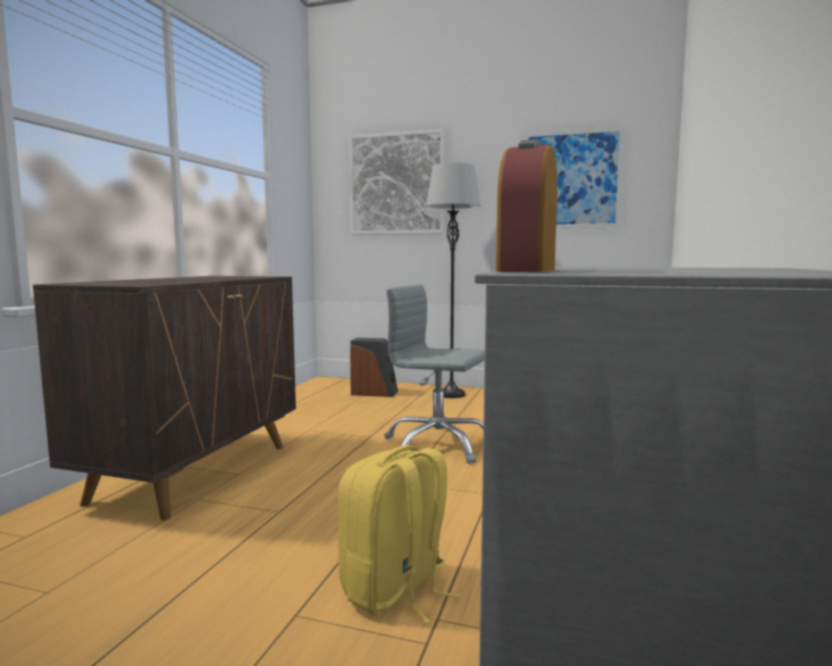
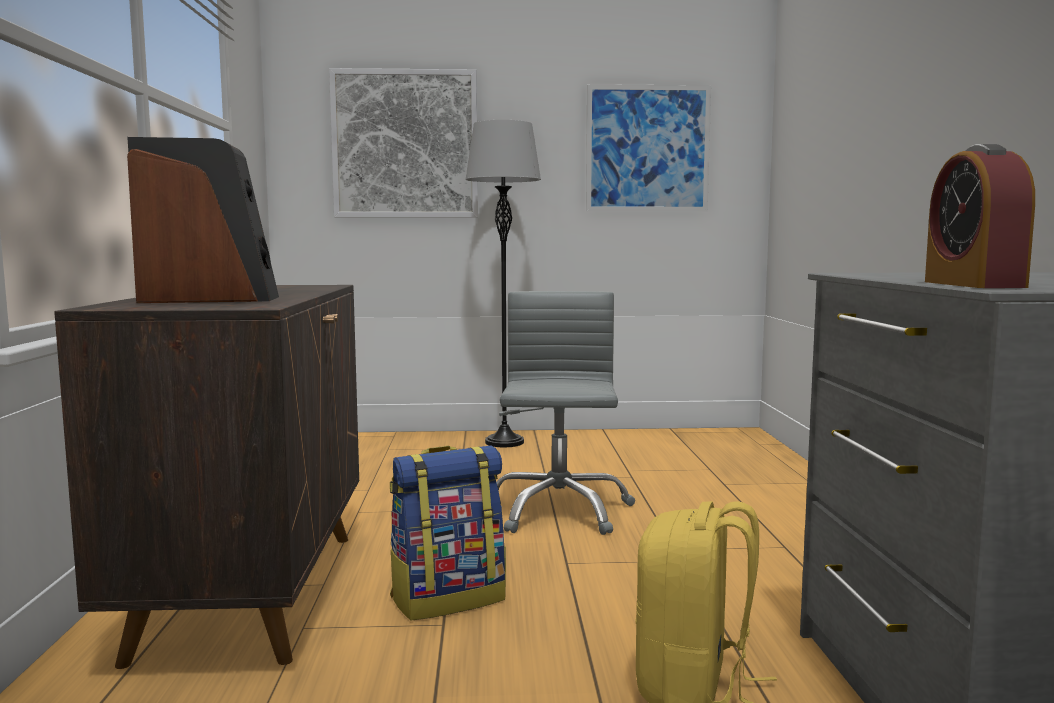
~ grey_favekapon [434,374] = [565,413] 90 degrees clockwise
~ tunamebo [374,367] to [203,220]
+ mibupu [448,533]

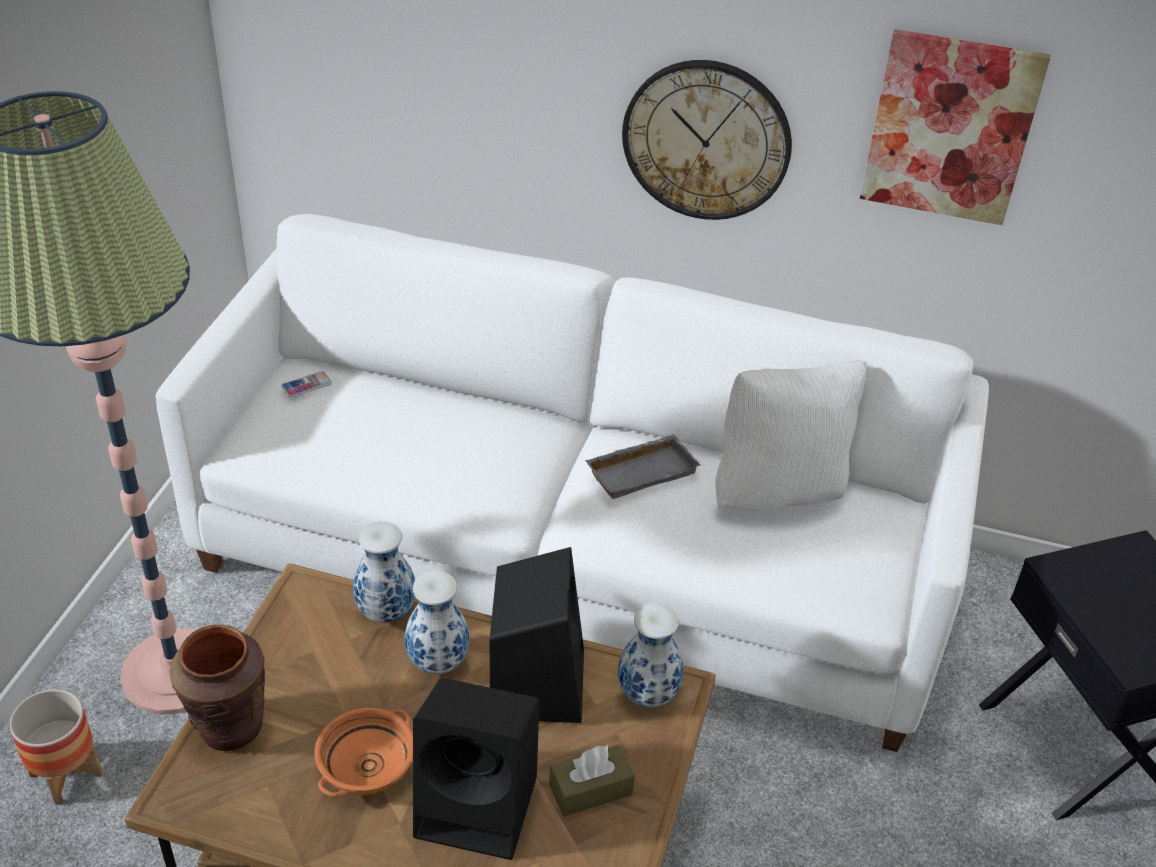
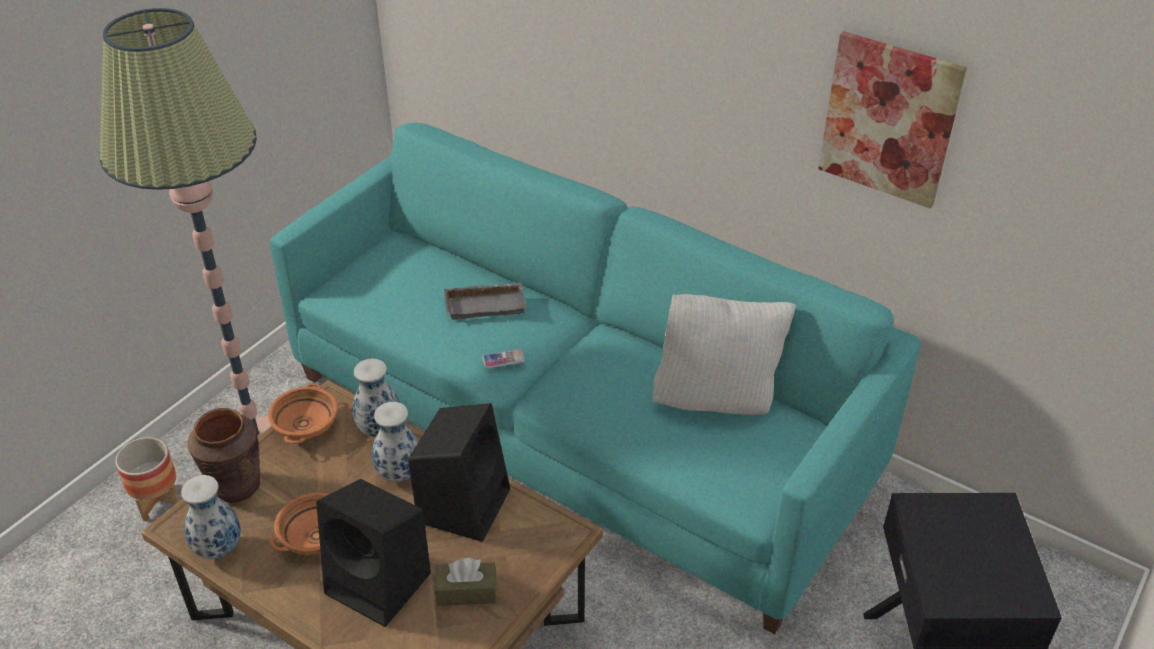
- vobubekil [707,140]
~ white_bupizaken [572,483] to turquoise_bupizaken [595,378]
~ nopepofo [306,384] to [503,358]
~ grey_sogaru [642,466] to [485,301]
~ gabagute [651,655] to [211,517]
+ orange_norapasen [302,414]

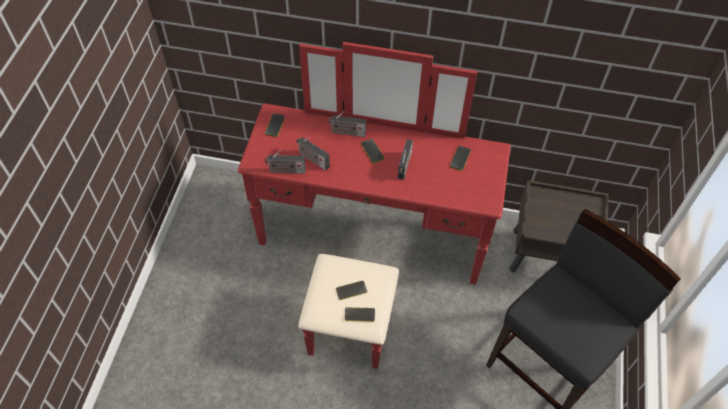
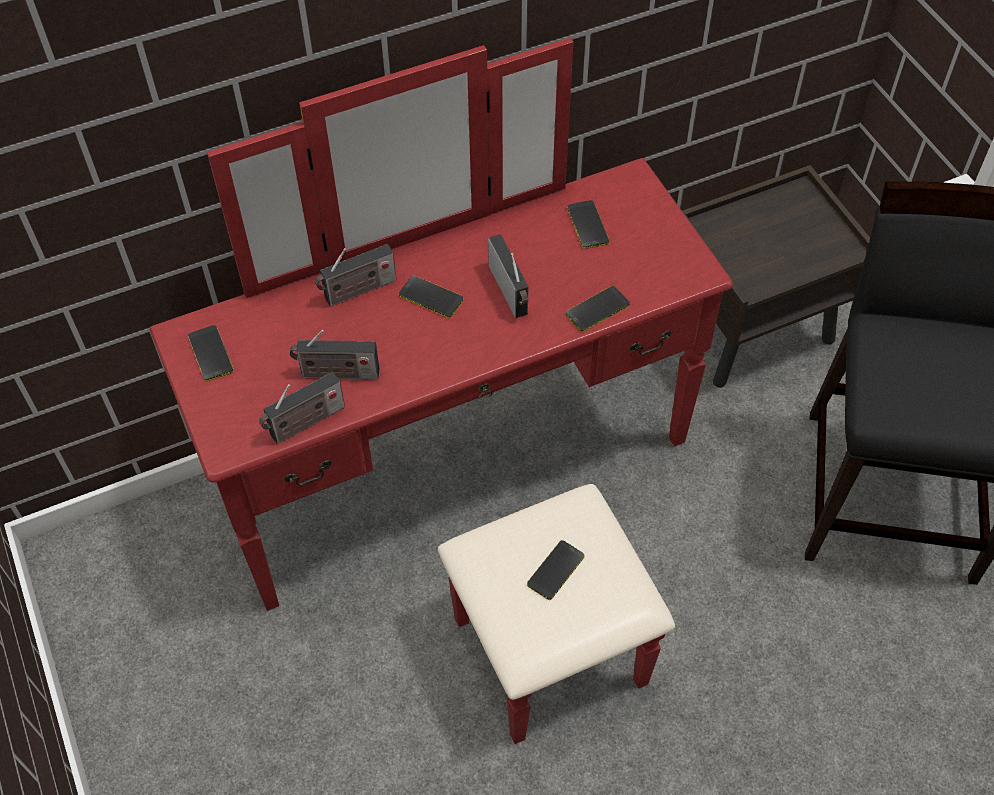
~ nopepofo [360,314] to [598,309]

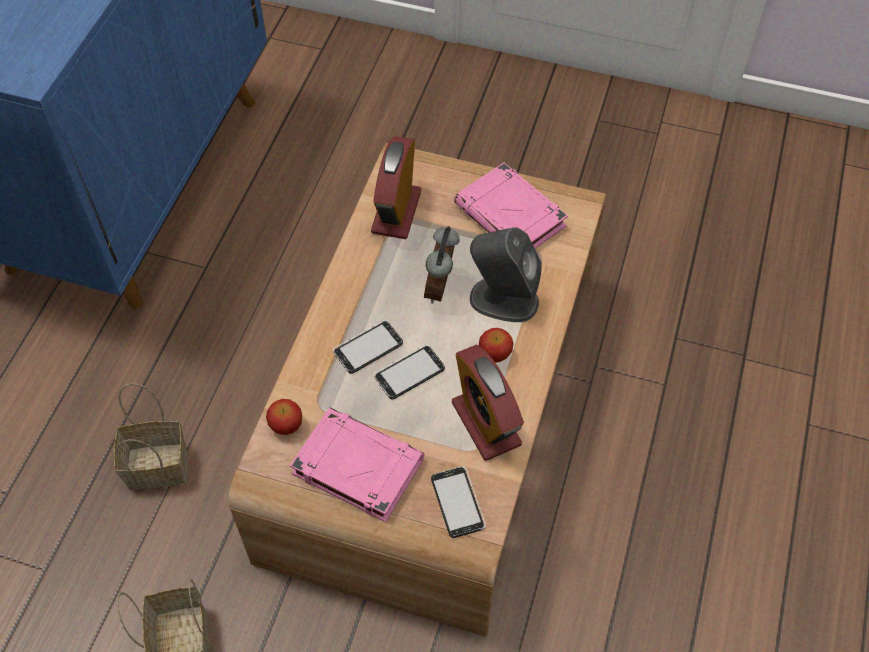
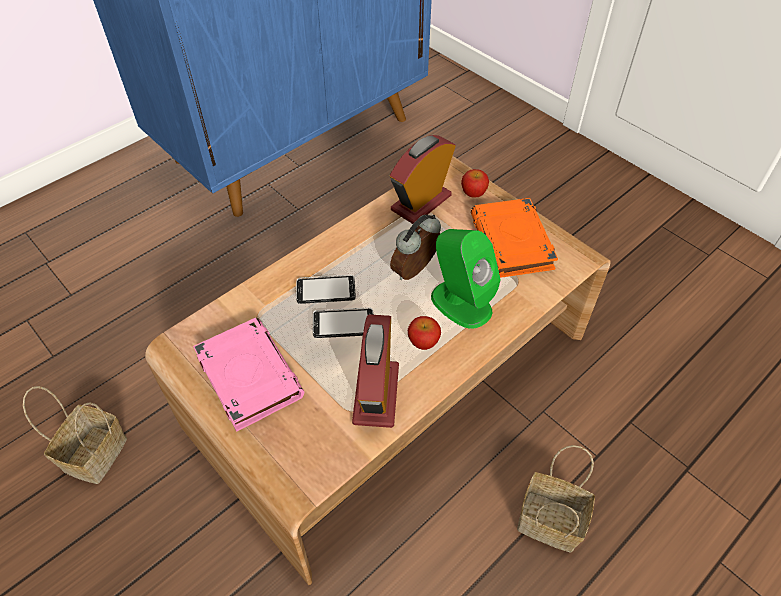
~ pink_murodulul [511,205] to orange_murodulul [514,238]
~ grey_tunamebo [506,274] to green_tunamebo [466,279]
~ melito [151,436] to [556,499]
~ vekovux [284,417] to [475,183]
- nopepofo [458,502]

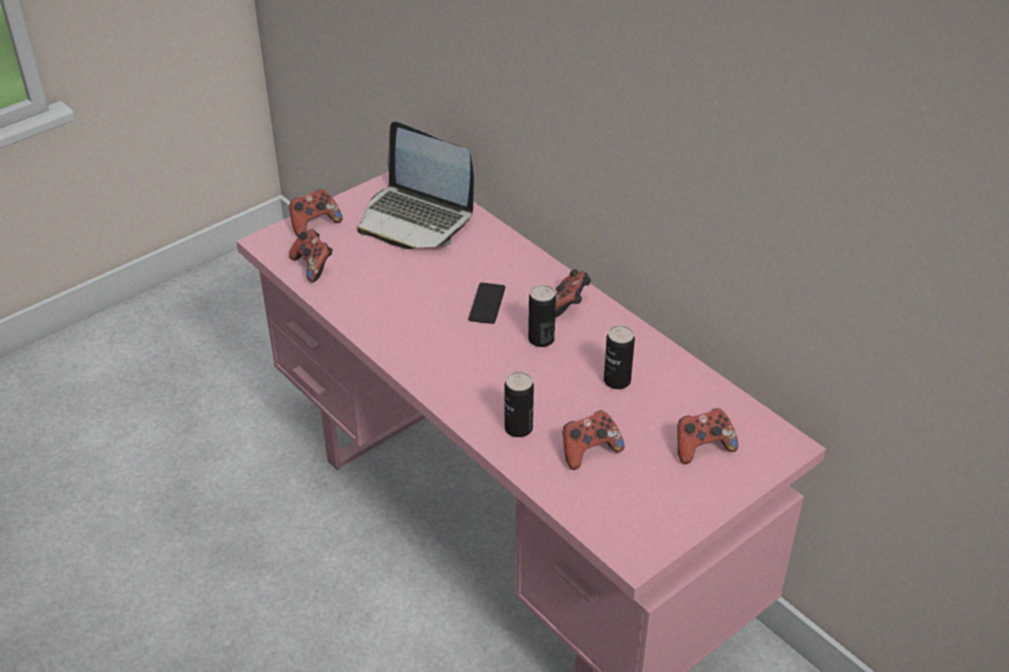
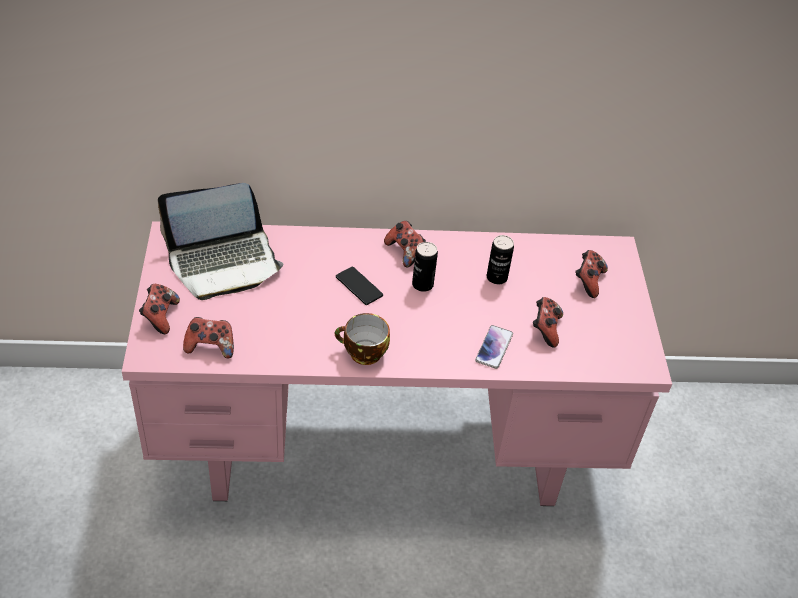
~ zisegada [519,404] to nopepofo [494,347]
+ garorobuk [362,339]

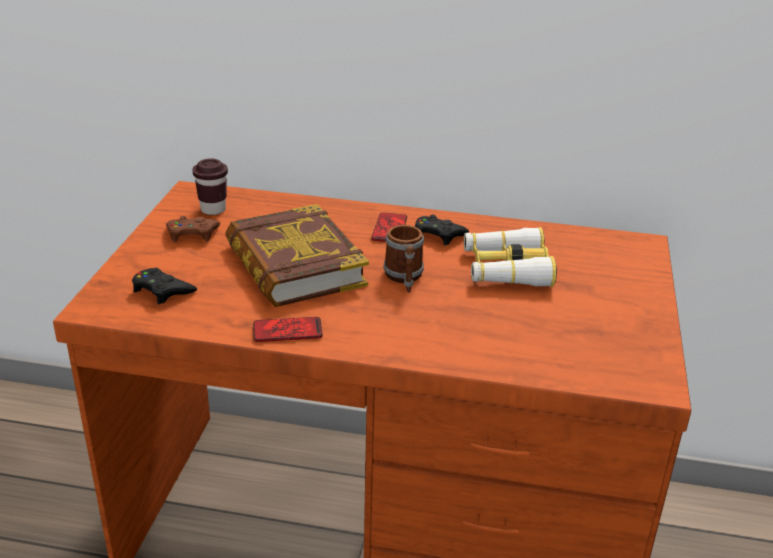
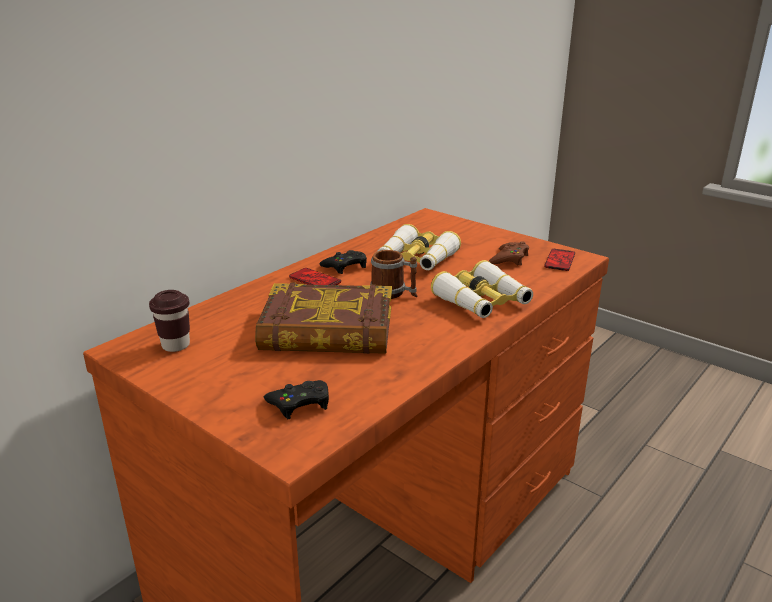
~ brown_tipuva [193,229] to [509,253]
~ nopepofo [288,329] to [559,260]
+ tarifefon [482,289]

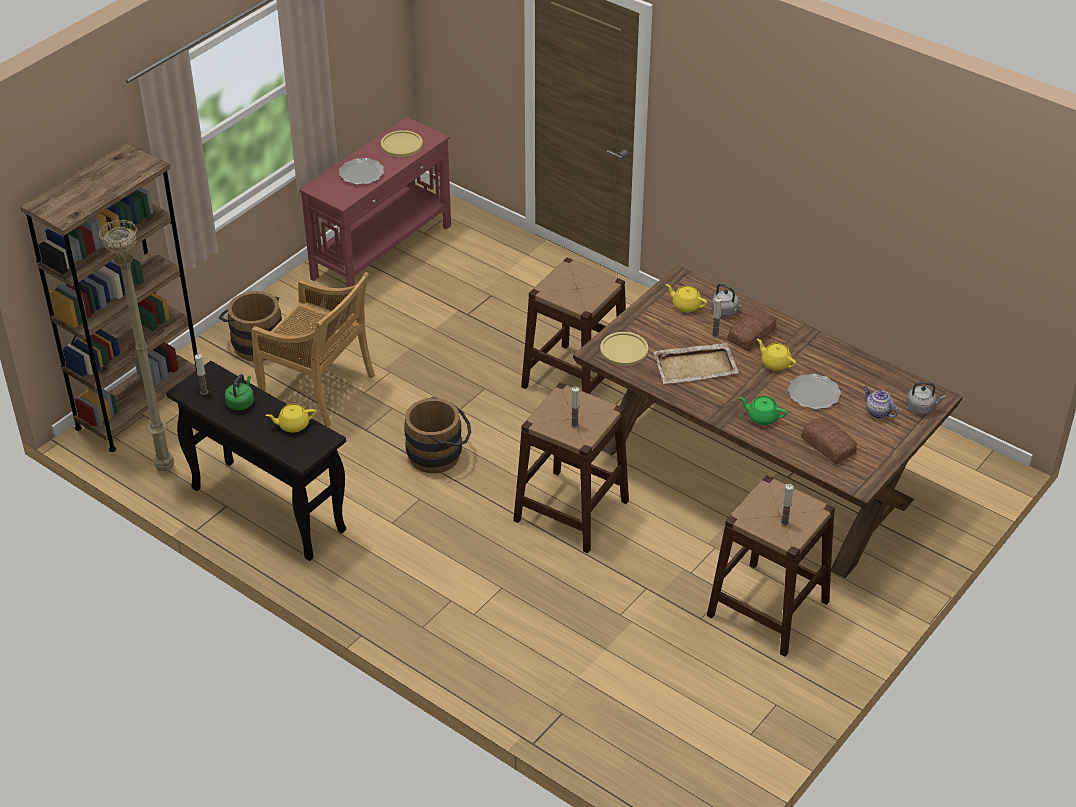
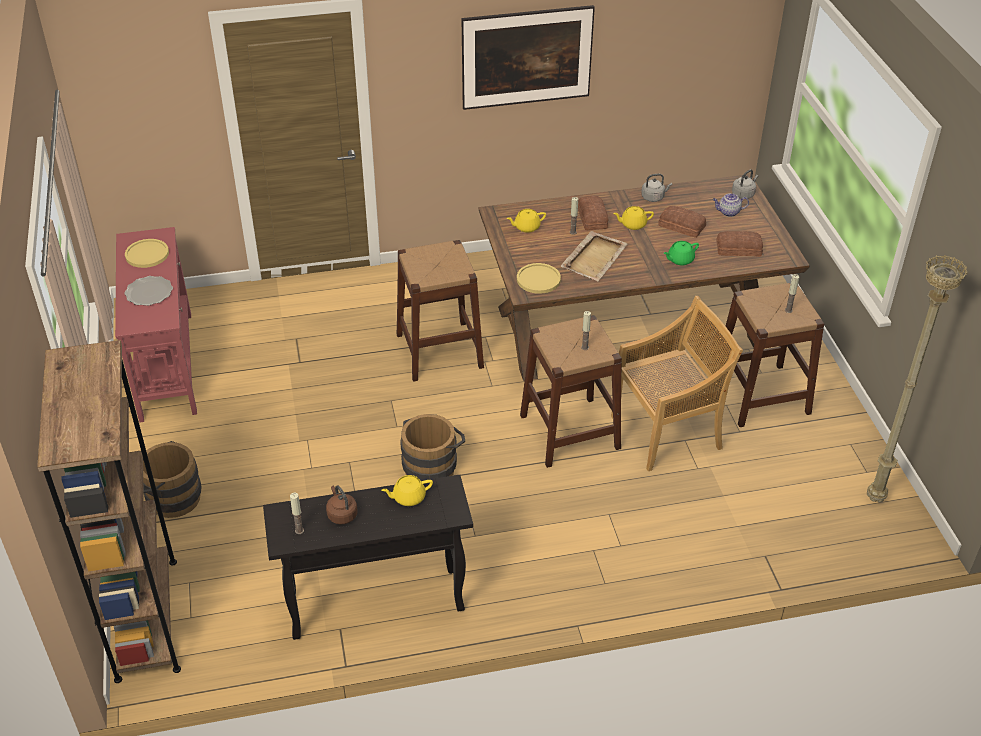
~ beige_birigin [136,345] to [917,378]
~ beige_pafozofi [313,349] to [677,383]
~ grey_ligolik [727,300] to [656,188]
~ green_ligolik [239,392] to brown_ligolik [341,504]
~ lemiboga [814,391] to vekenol [682,222]
~ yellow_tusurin [291,418] = [407,490] 45 degrees clockwise
+ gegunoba [528,57]

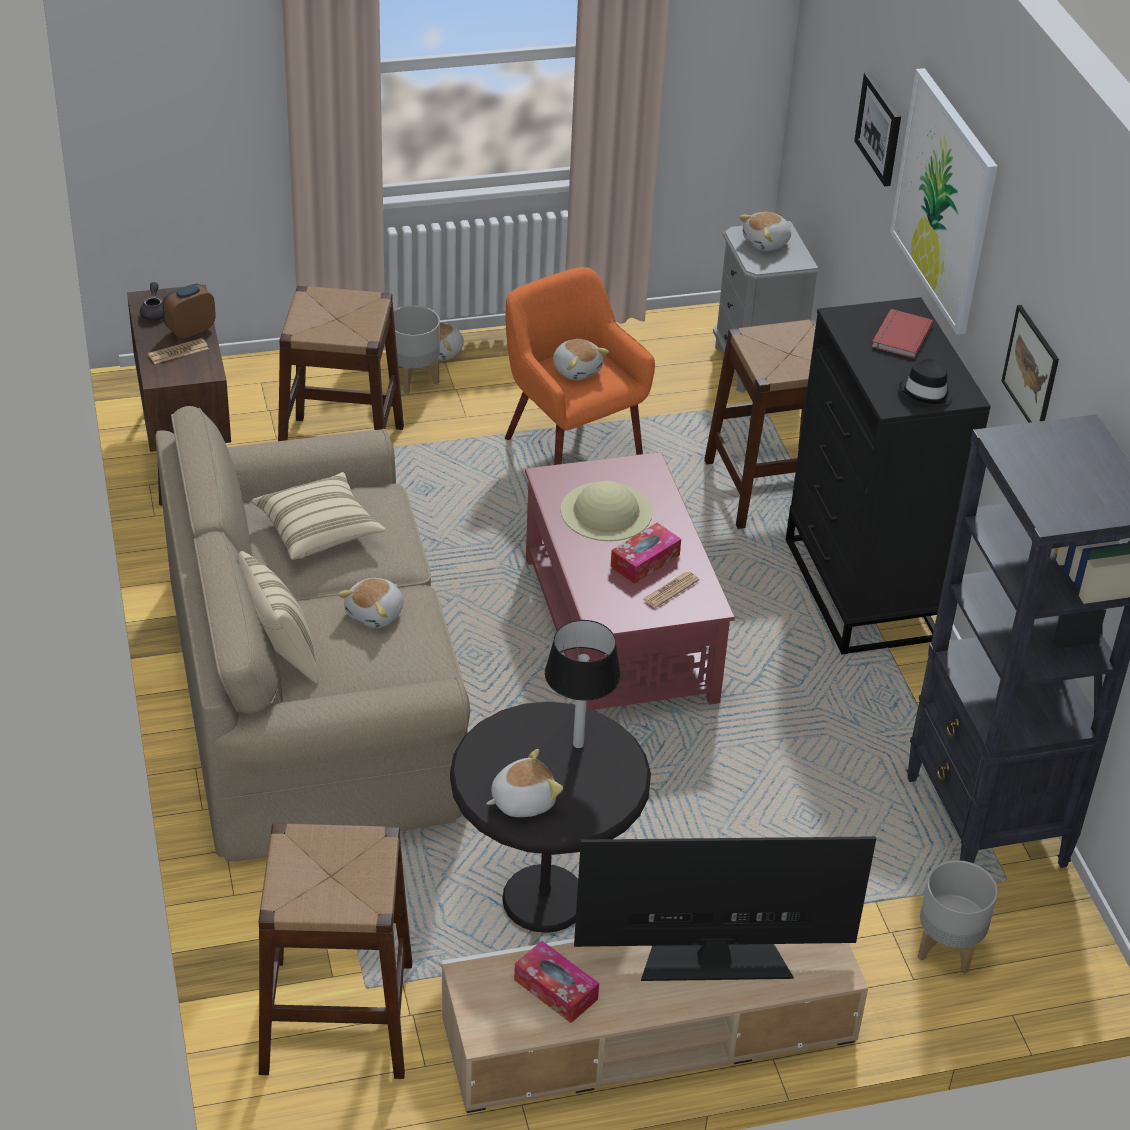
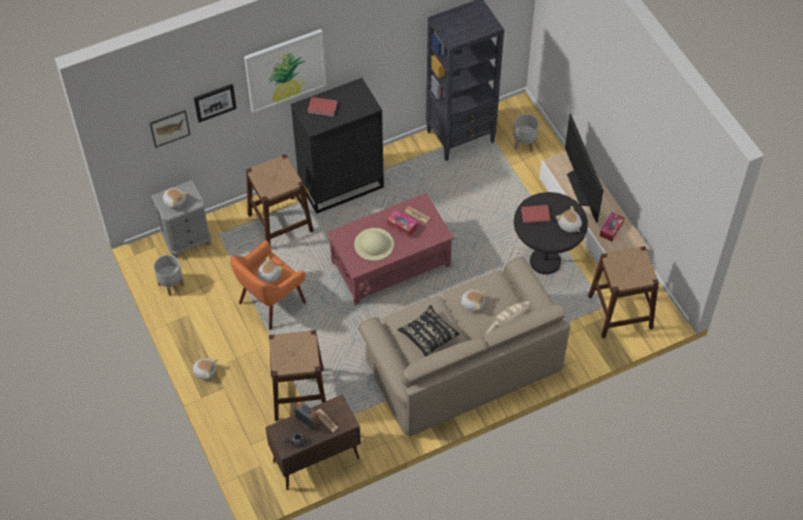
~ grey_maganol [414,349] to [169,275]
~ gegunoba [1030,364] to [170,129]
- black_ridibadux [926,381]
~ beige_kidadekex [318,516] to black_kidadekex [429,331]
~ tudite [583,684] to red_murodulul [535,214]

